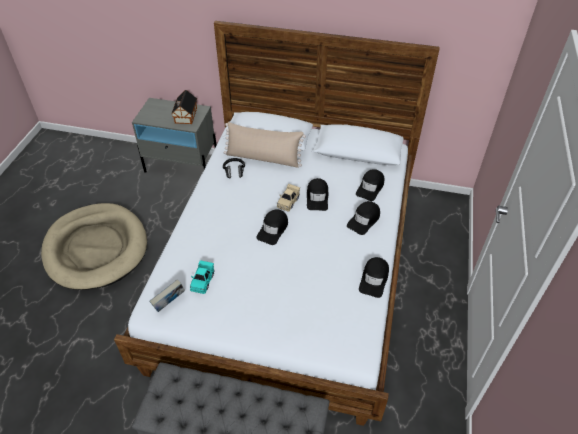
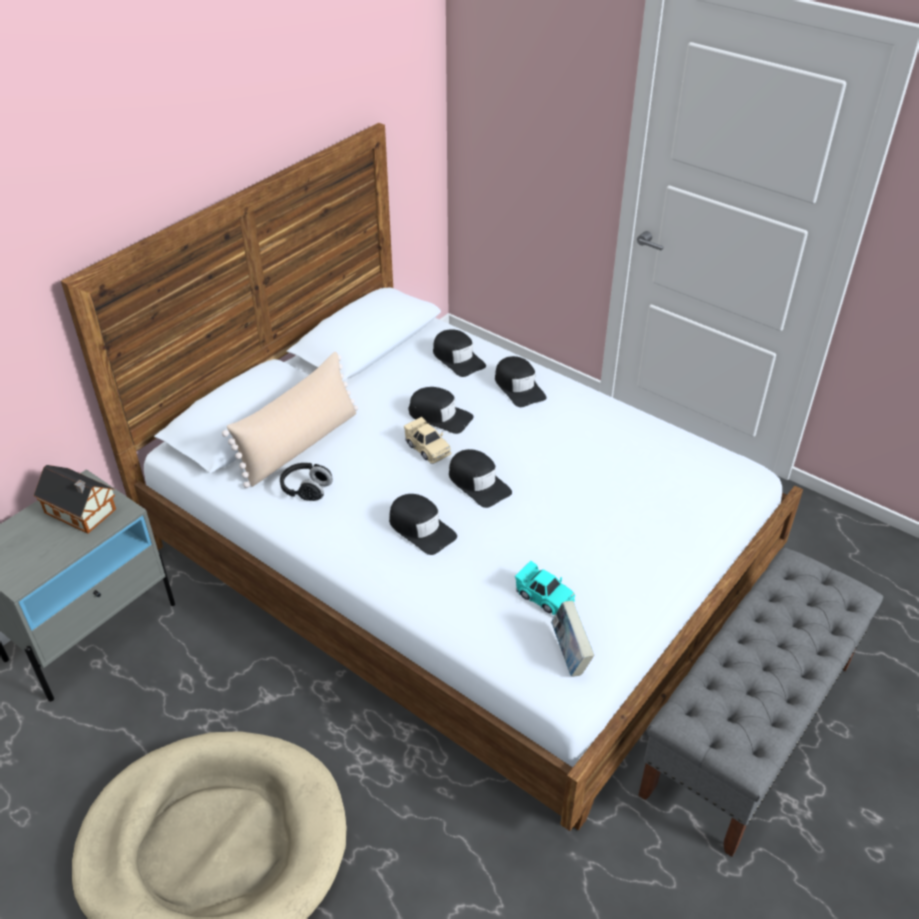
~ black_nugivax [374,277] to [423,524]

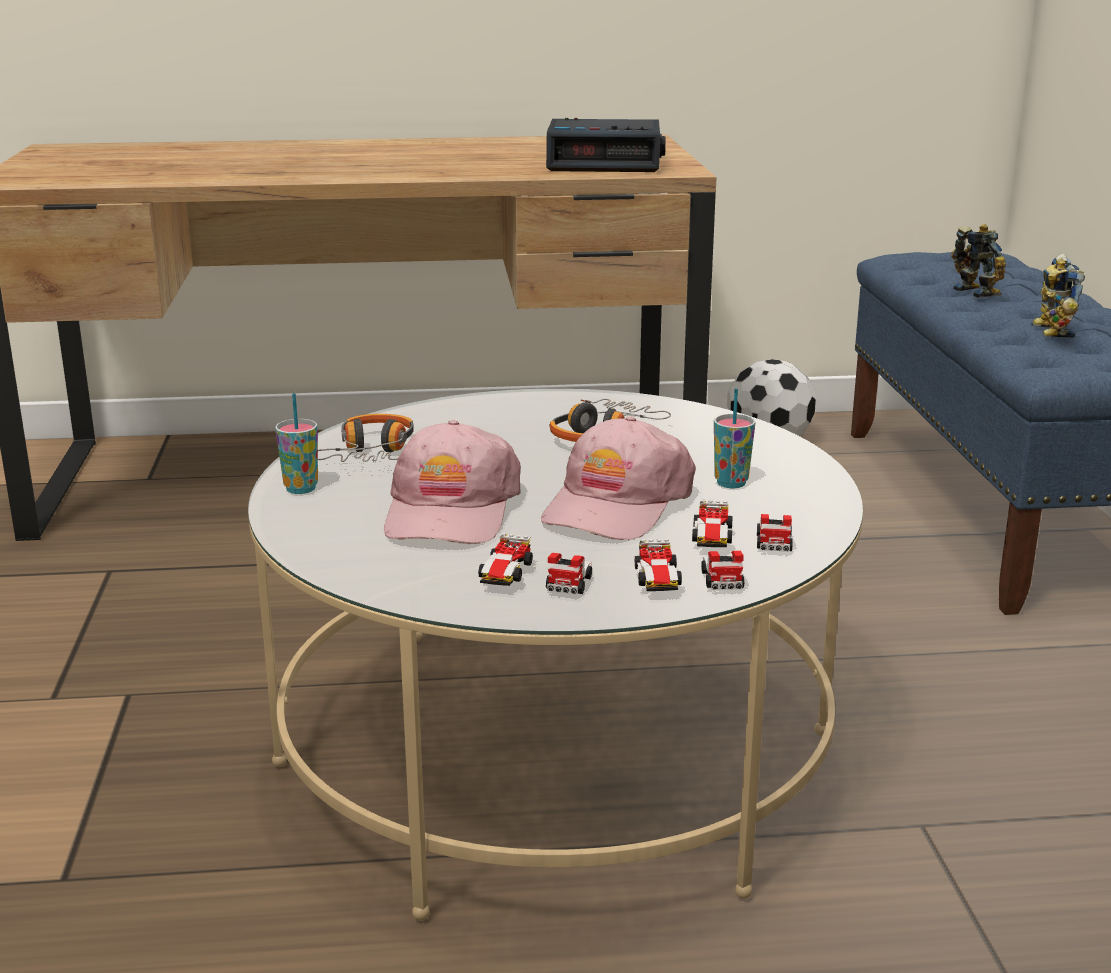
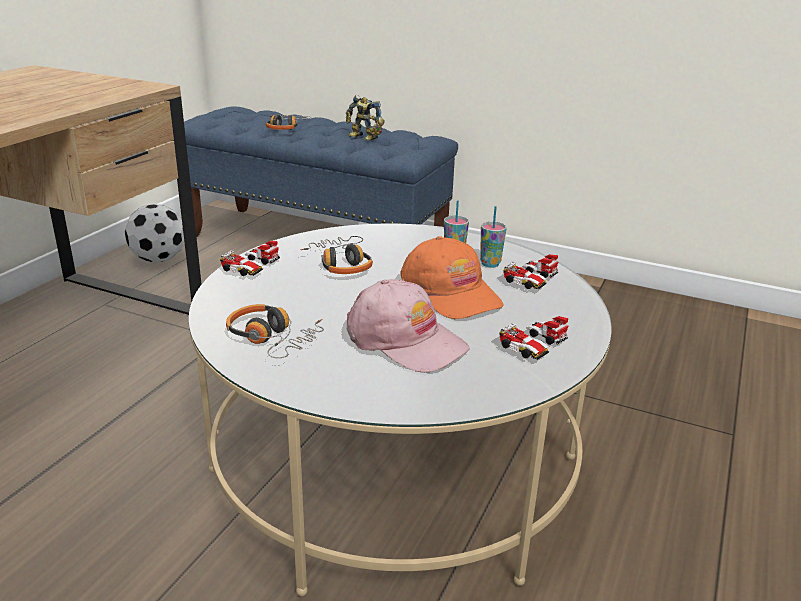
- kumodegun [605,145]
~ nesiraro [978,261] to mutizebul [288,122]
~ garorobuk [296,443] to [493,237]
~ pink_nugivax [618,478] to orange_nugivax [451,277]
~ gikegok [689,565] to [250,258]

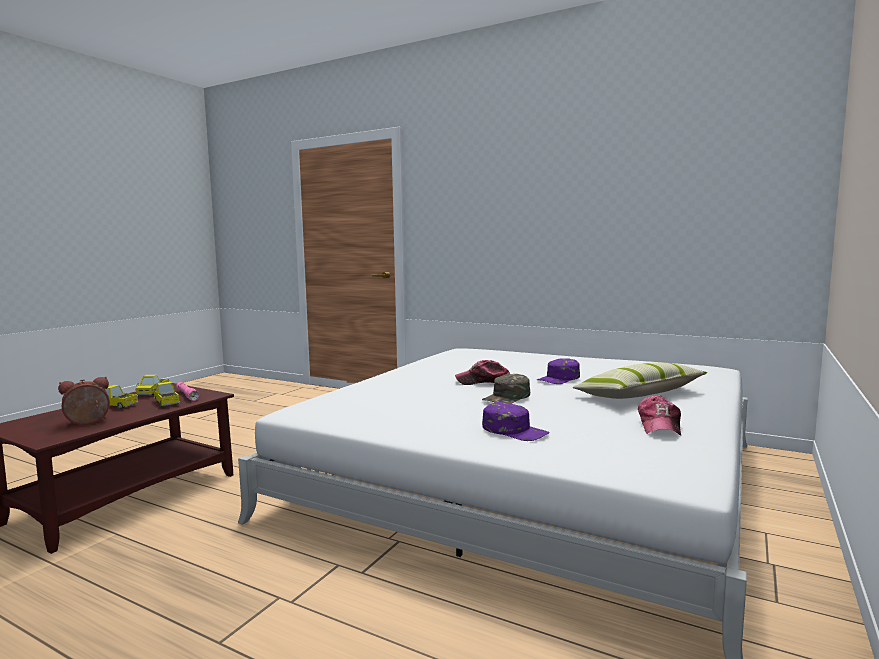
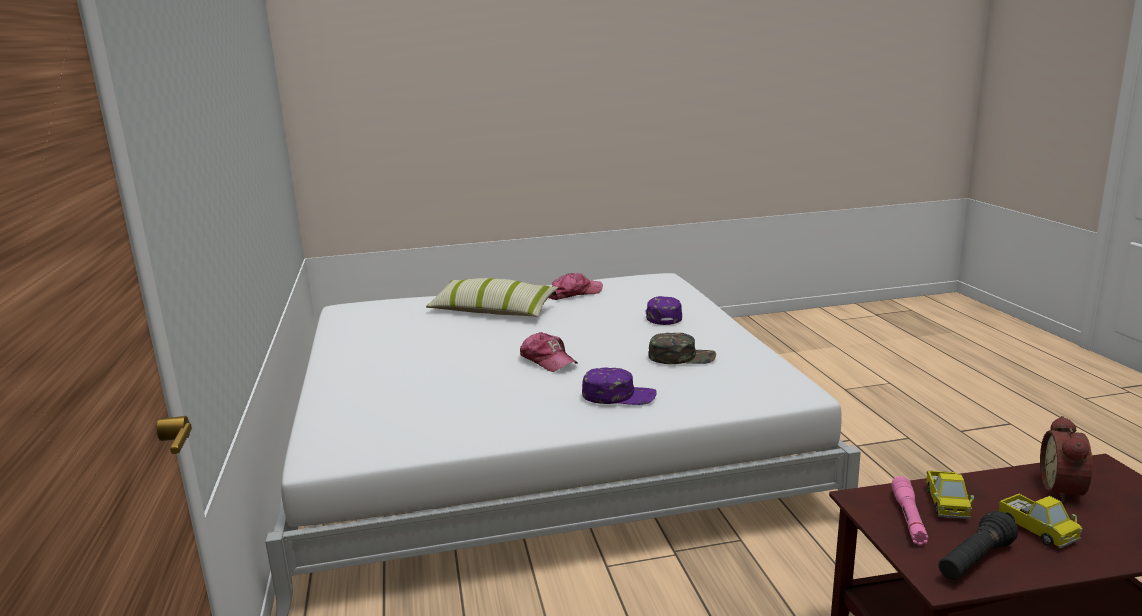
~ purple_nugivax [558,371] to [619,386]
~ green_nugivax [506,389] to [682,348]
~ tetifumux [152,385] to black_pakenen [978,545]
~ kumodegun [84,401] = [1066,459] 90 degrees clockwise

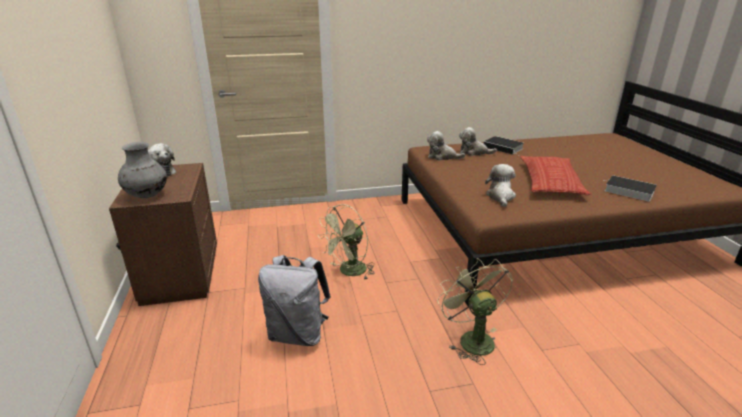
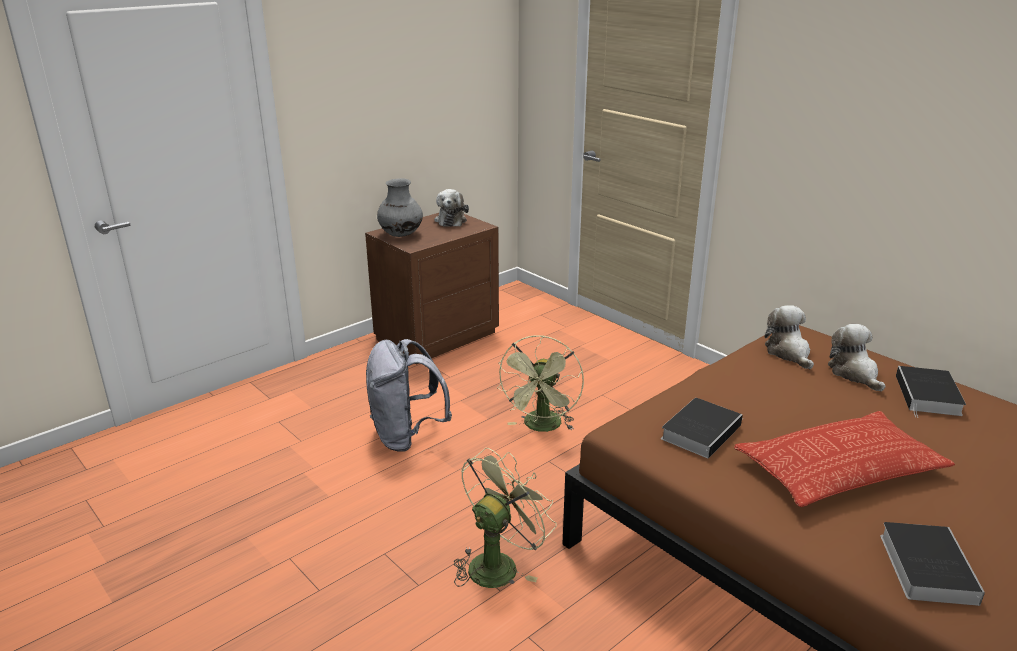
~ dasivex [500,185] to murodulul [702,428]
~ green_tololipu [346,241] = [540,383] 90 degrees counterclockwise

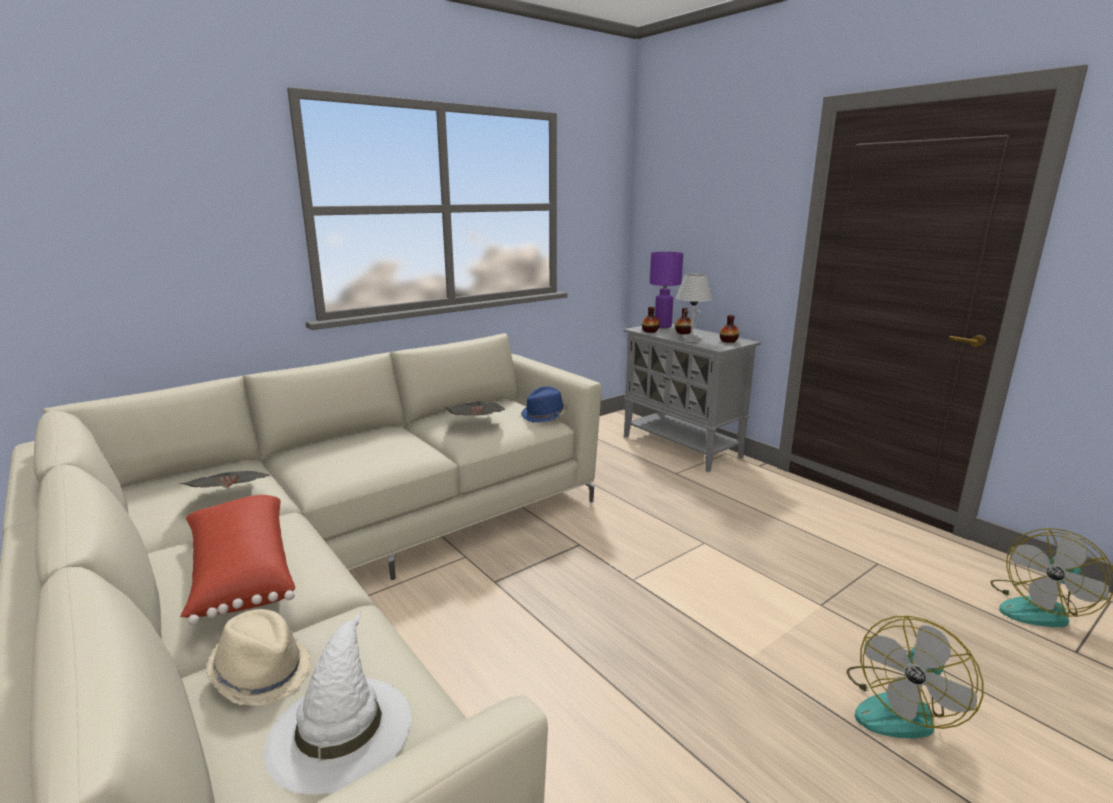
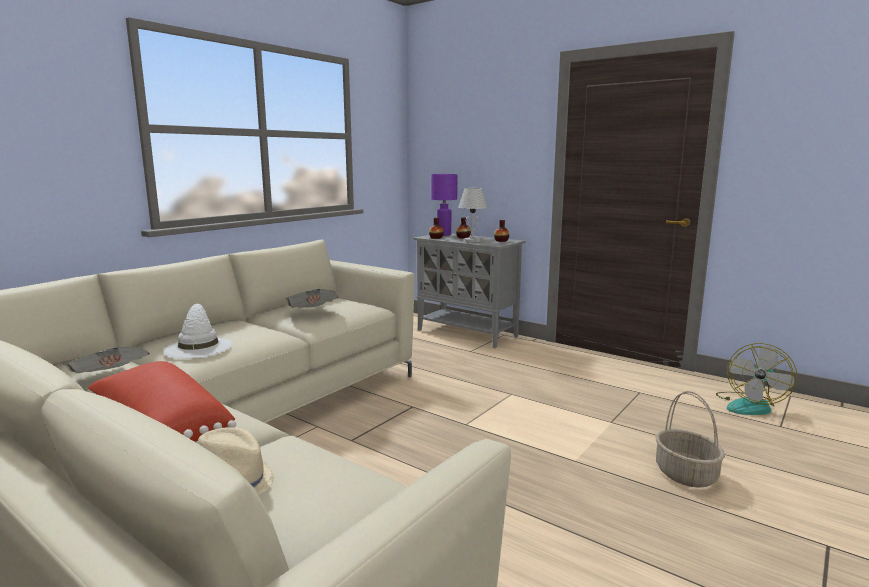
- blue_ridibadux [544,404]
~ white_ridibadux [337,702] to [198,331]
~ tololipu [915,677] to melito [690,439]

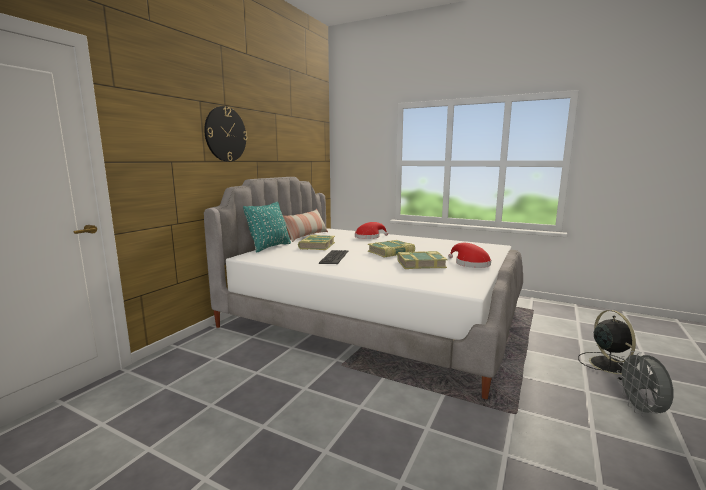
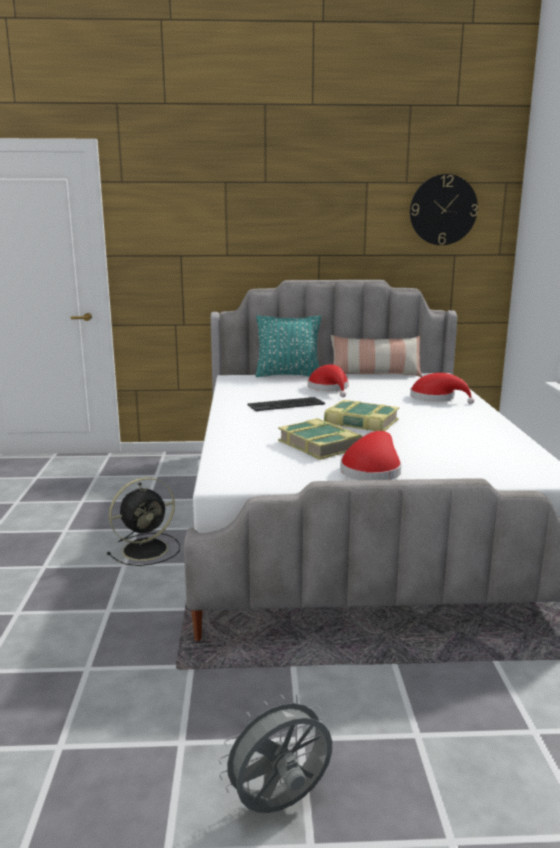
~ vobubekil [225,134] to [444,209]
~ murodulul [316,242] to red_ridibadux [328,380]
~ black_tololipu [607,345] to [143,521]

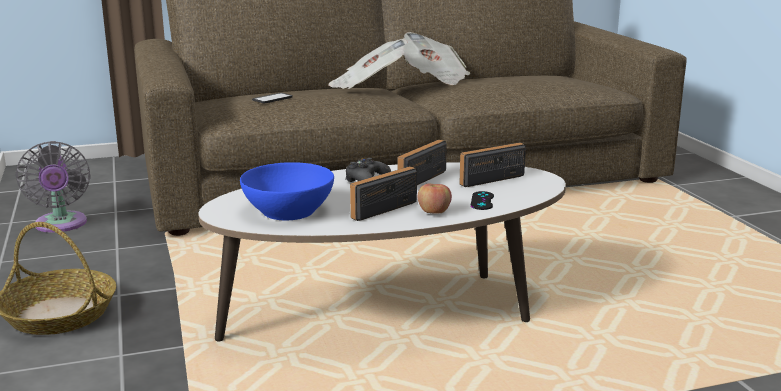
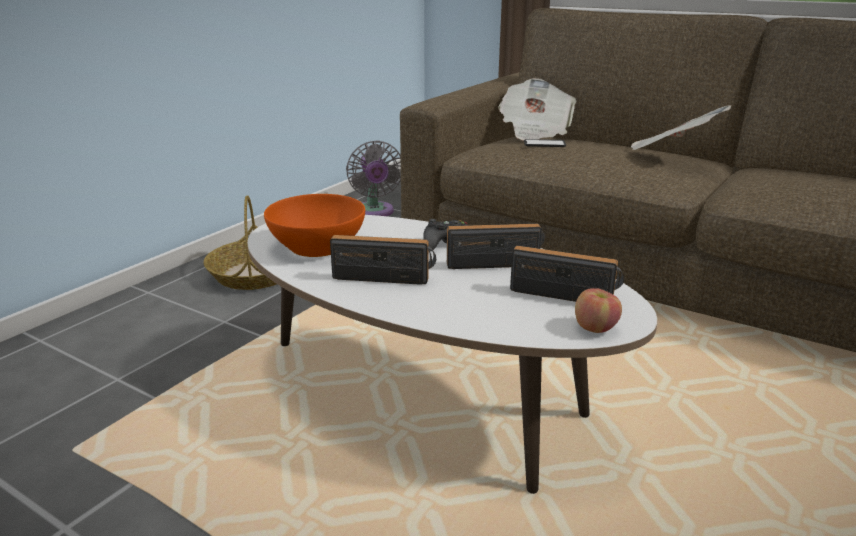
~ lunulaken [436,58] to [537,109]
~ grey_tololipu [53,187] = [373,178] 45 degrees counterclockwise
~ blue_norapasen [287,191] to orange_norapasen [314,225]
~ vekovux [435,199] to [598,310]
- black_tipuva [482,200]

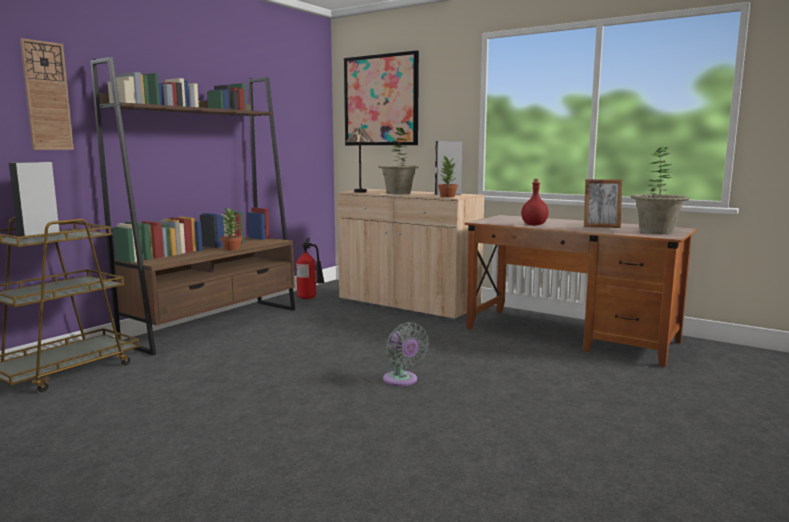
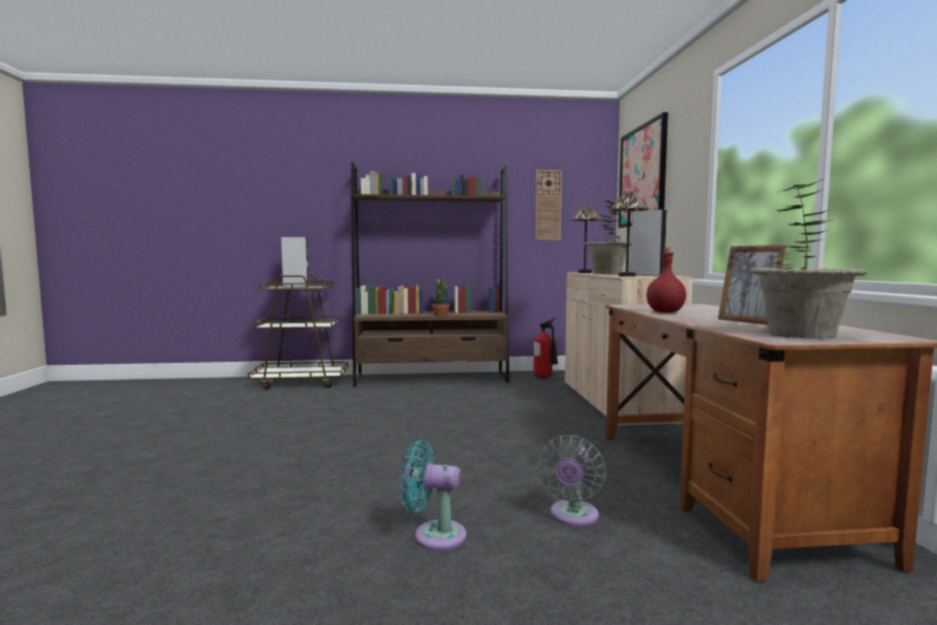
~ vobubekil [47,94] to [548,205]
~ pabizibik [448,176] to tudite [629,234]
~ grey_tololipu [406,354] to [572,481]
+ turquoise_tololipu [433,495]

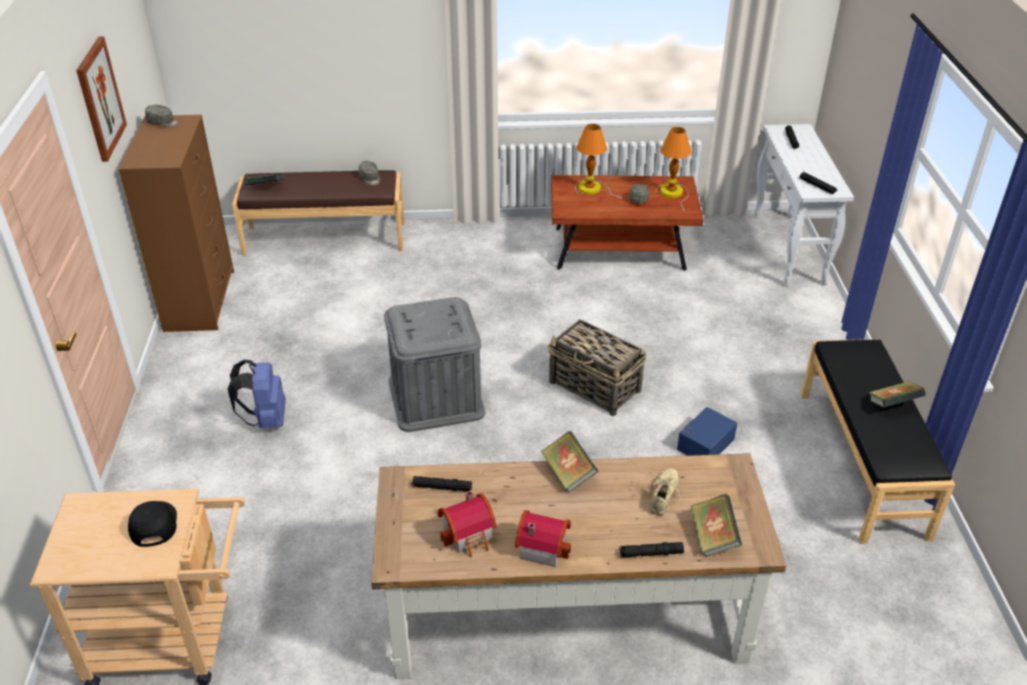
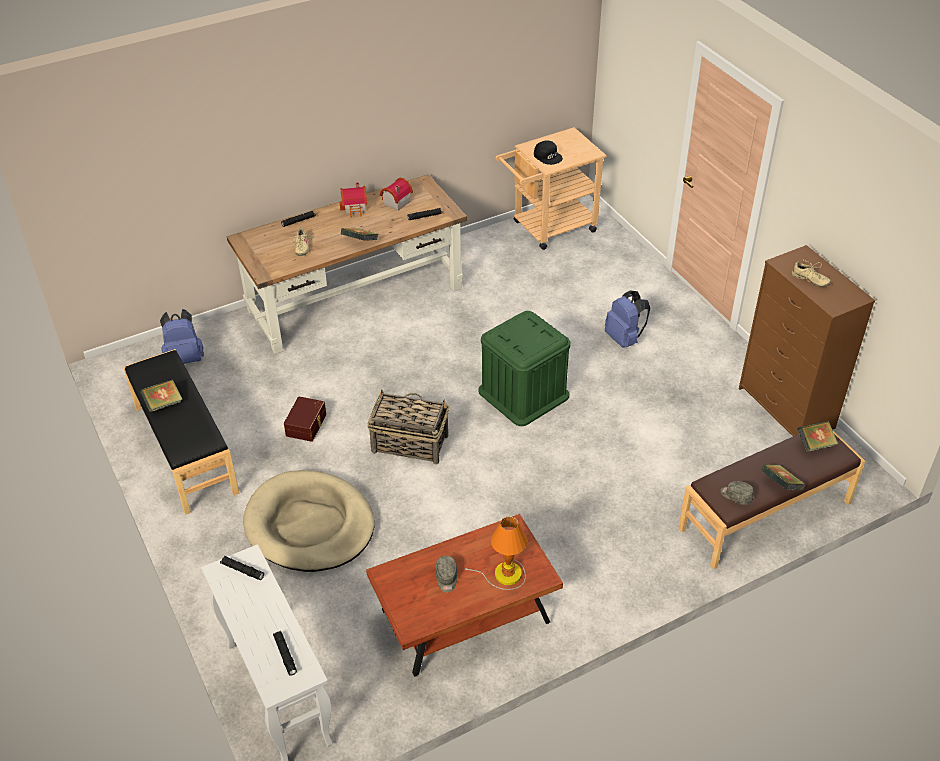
- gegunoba [101,99]
- grey_nugivax [162,116]
- tudite [673,169]
~ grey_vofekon [434,364] to green_vofekon [524,368]
~ blue_vofekon [707,431] to brown_vofekon [305,419]
~ murodulul [716,525] to [783,477]
+ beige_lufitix [811,273]
+ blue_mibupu [182,336]
+ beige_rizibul [309,521]

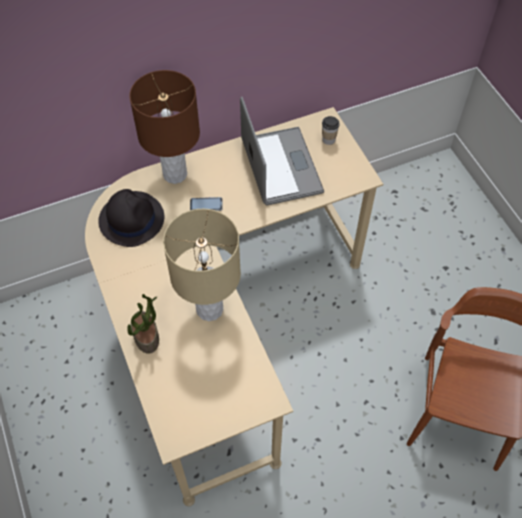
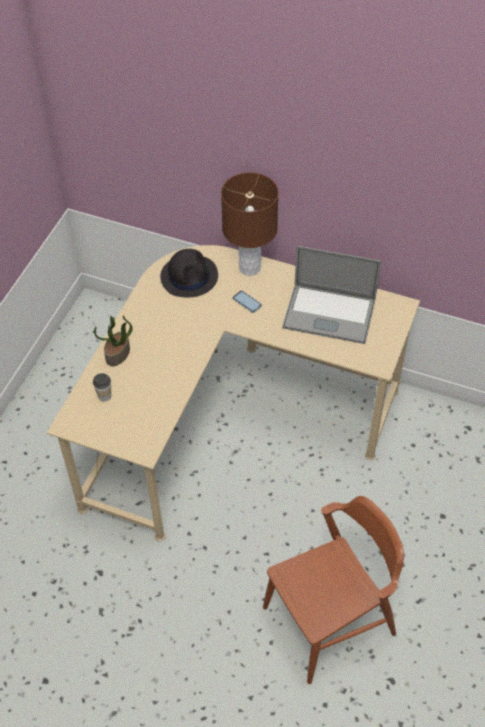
~ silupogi [282,151] = [332,295] 75 degrees clockwise
~ garorobuk [331,130] to [102,387]
- beige_tudite [202,265]

